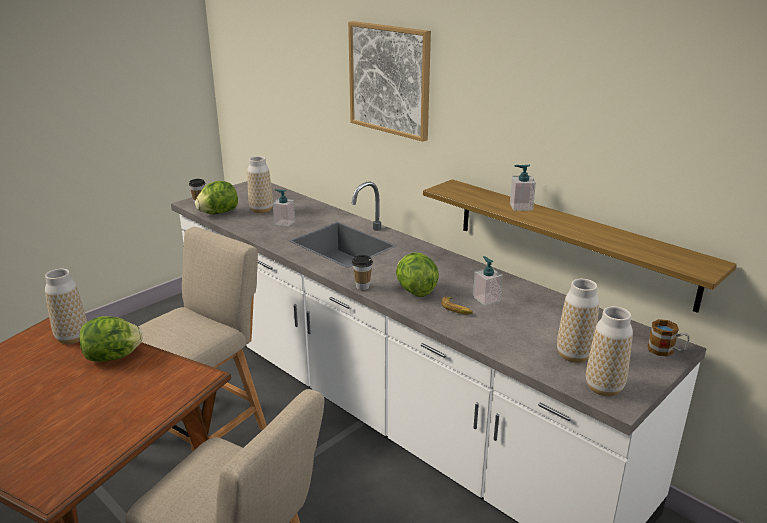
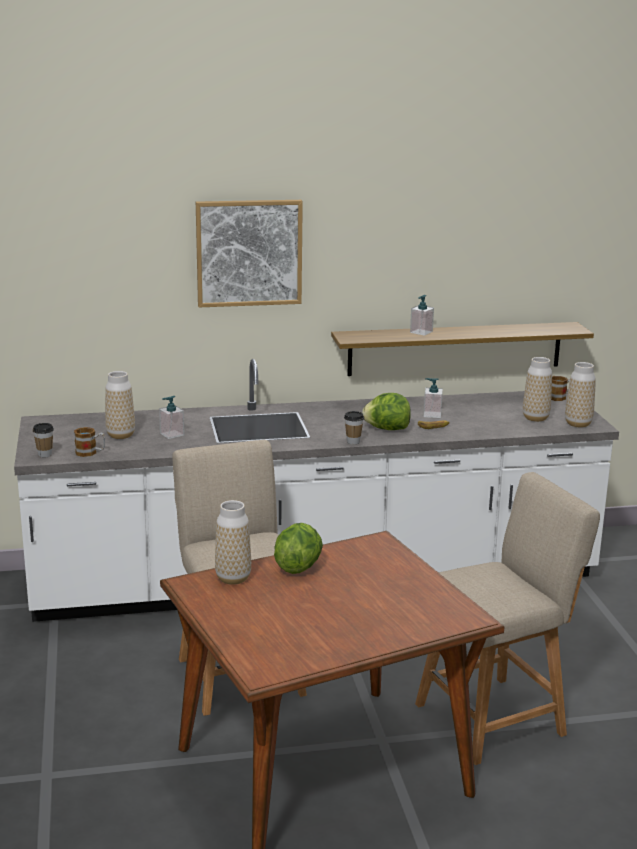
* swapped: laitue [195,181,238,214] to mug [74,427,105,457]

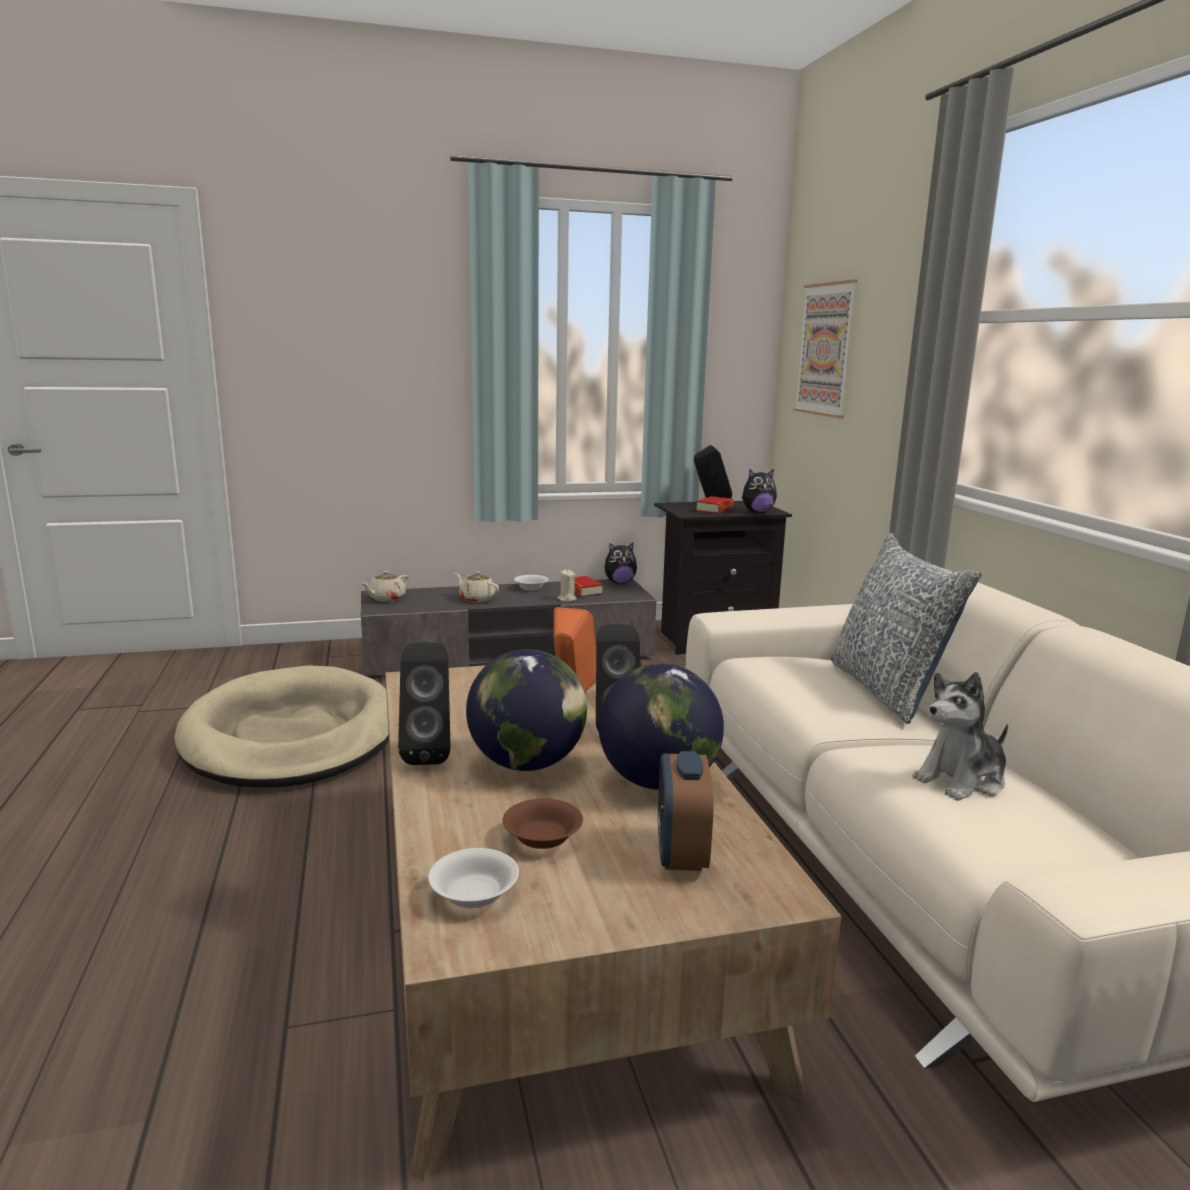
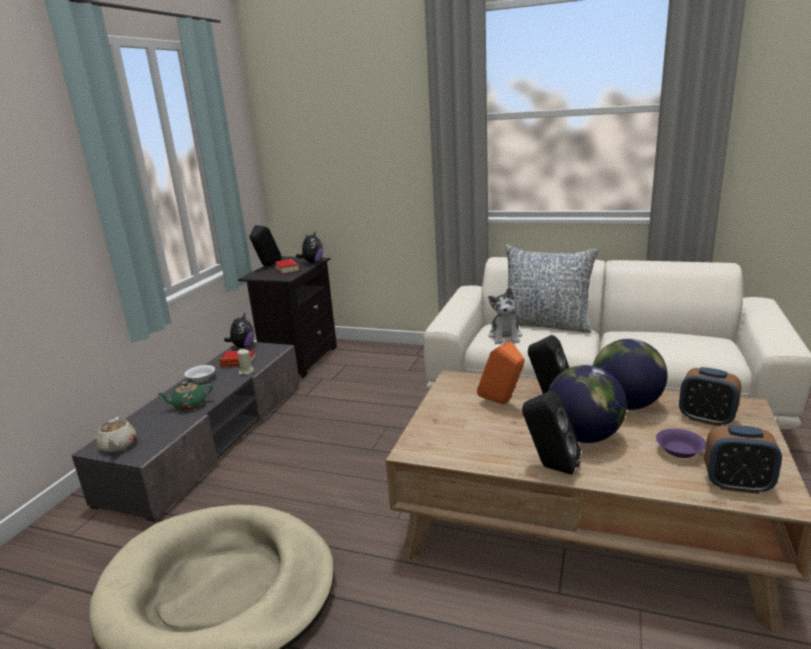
* repainted: théière/beige [454,572,499,602] to théière/vert [157,381,213,410]
* shifted: peluche [912,672,1008,801] to [488,288,522,344]
* repainted: bol/marron [503,798,583,849] to bol/violet [656,429,706,458]
* swapped: bol/blanc [428,848,519,908] to réveil [704,425,782,494]
* gone: tableau [794,279,857,418]

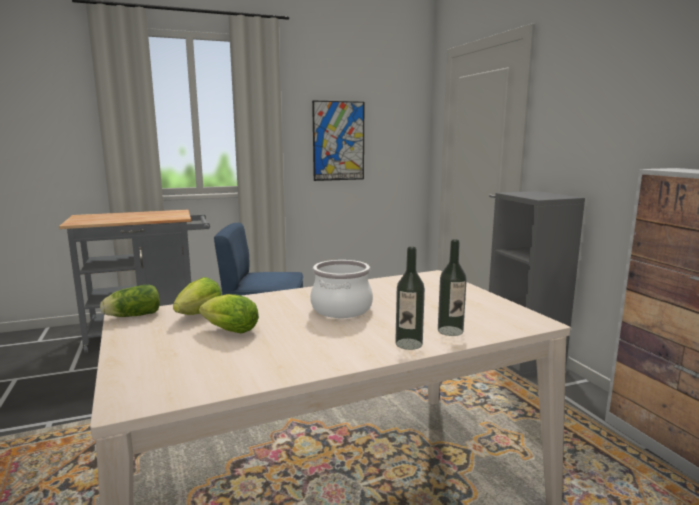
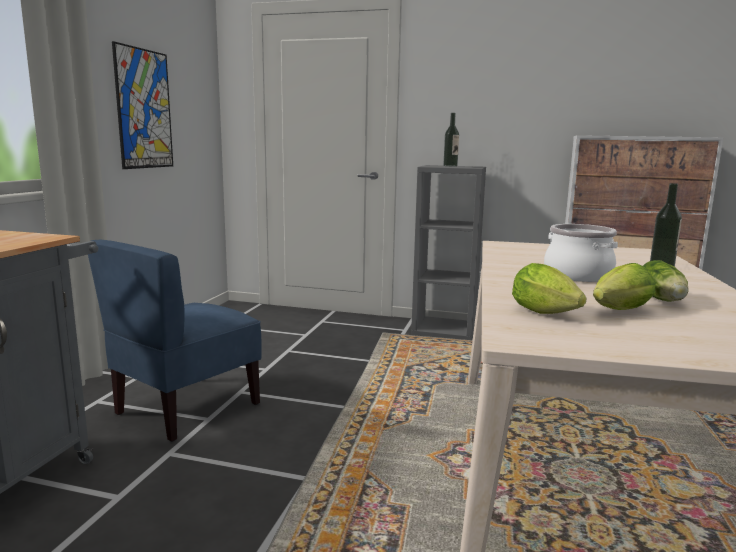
* shifted: bouteille [395,247,425,350] to [443,113,459,166]
* shifted: laitue [100,285,160,317] to [643,260,689,302]

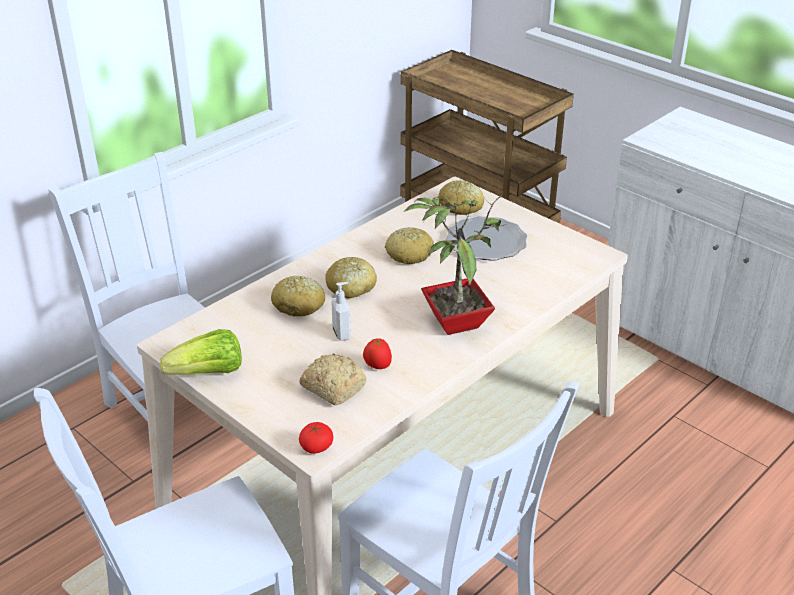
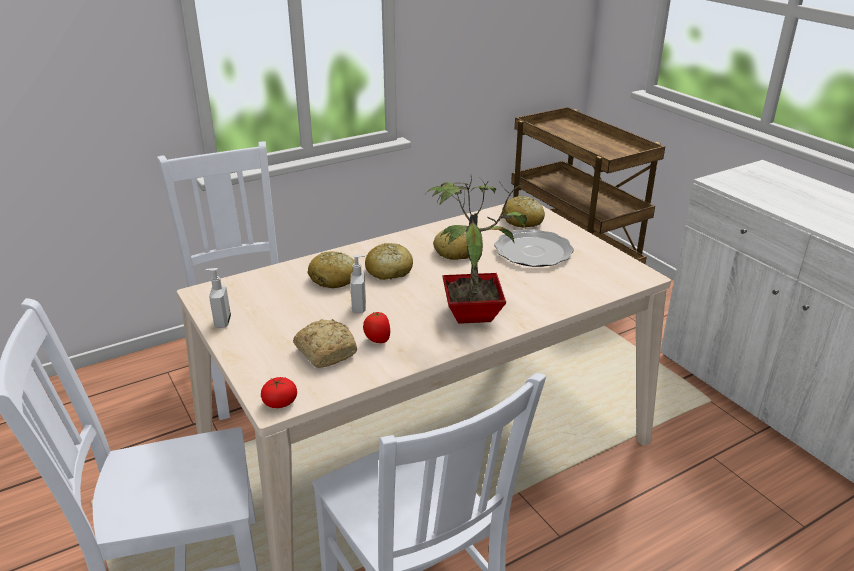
* swapped: laitue [160,329,242,375] to distributeur de savon [205,268,231,328]

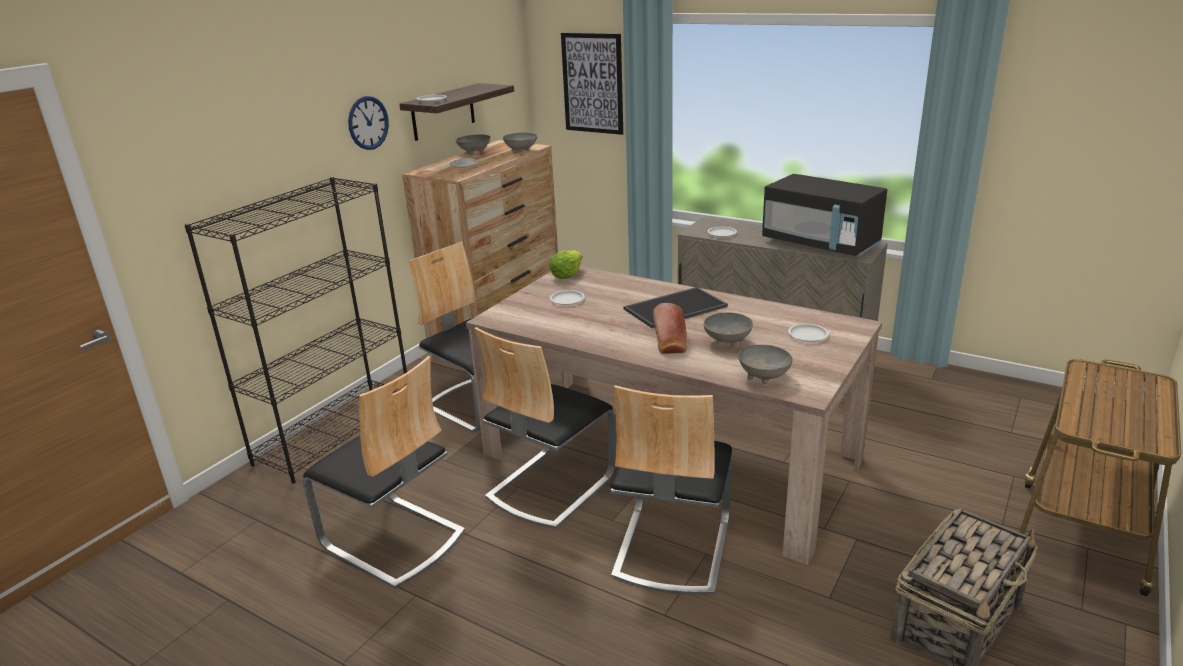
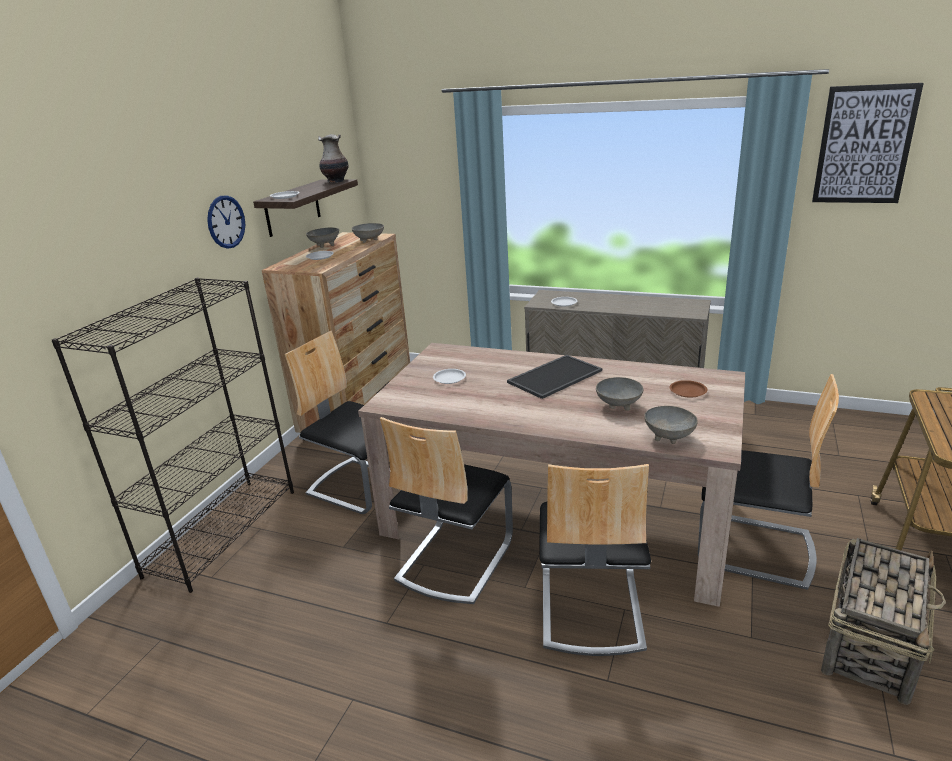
* new: vase [318,134,349,183]
* repainted: assiette/blanc [788,324,829,342] to assiette/marron [670,380,707,398]
* shifted: chaise [303,356,465,588] to [698,374,839,590]
* shifted: tableau [561,33,623,135] to [812,83,924,203]
* gone: laitue [549,250,583,279]
* gone: pain [653,303,687,354]
* gone: micro-ondes/noir [762,174,887,257]

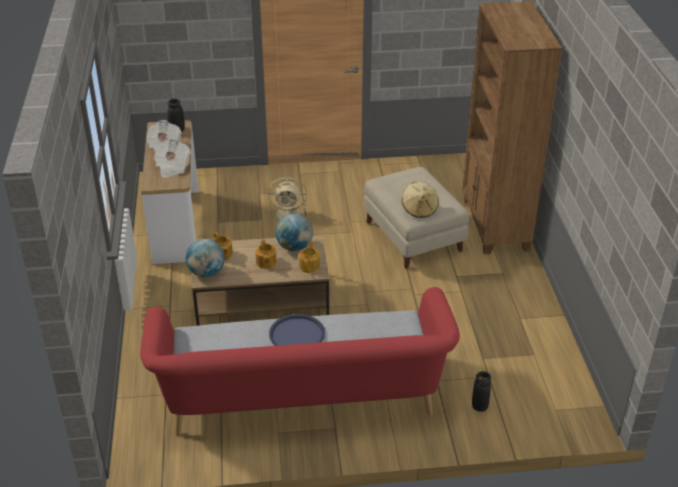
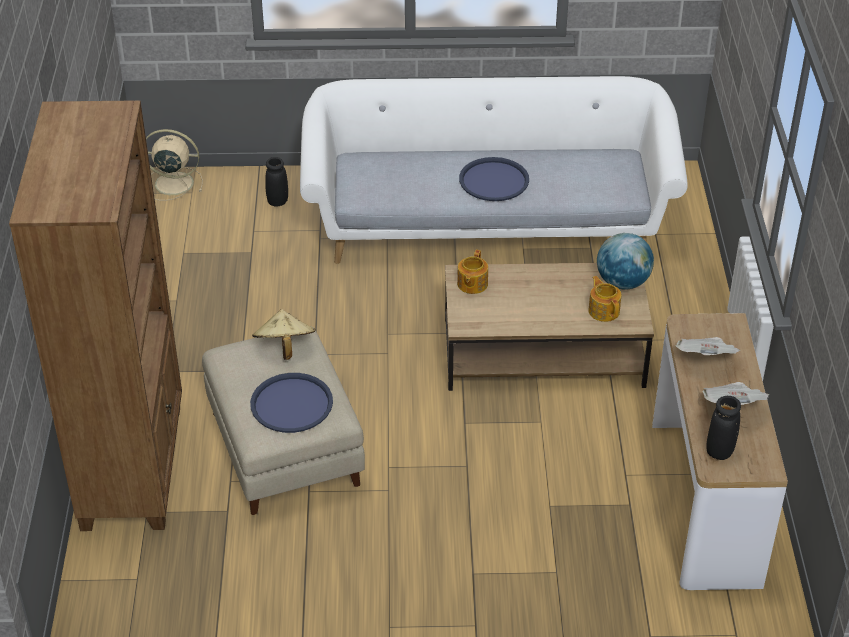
* shifted: ventilateur/beige [268,177,308,224] to [146,129,203,201]
* new: plateau/bleu [250,373,333,433]
* repainted: canapé/rouge [140,287,460,436] to canapé/blanc [300,76,688,264]
* gone: théière [255,239,277,269]
* gone: globe [276,214,313,251]

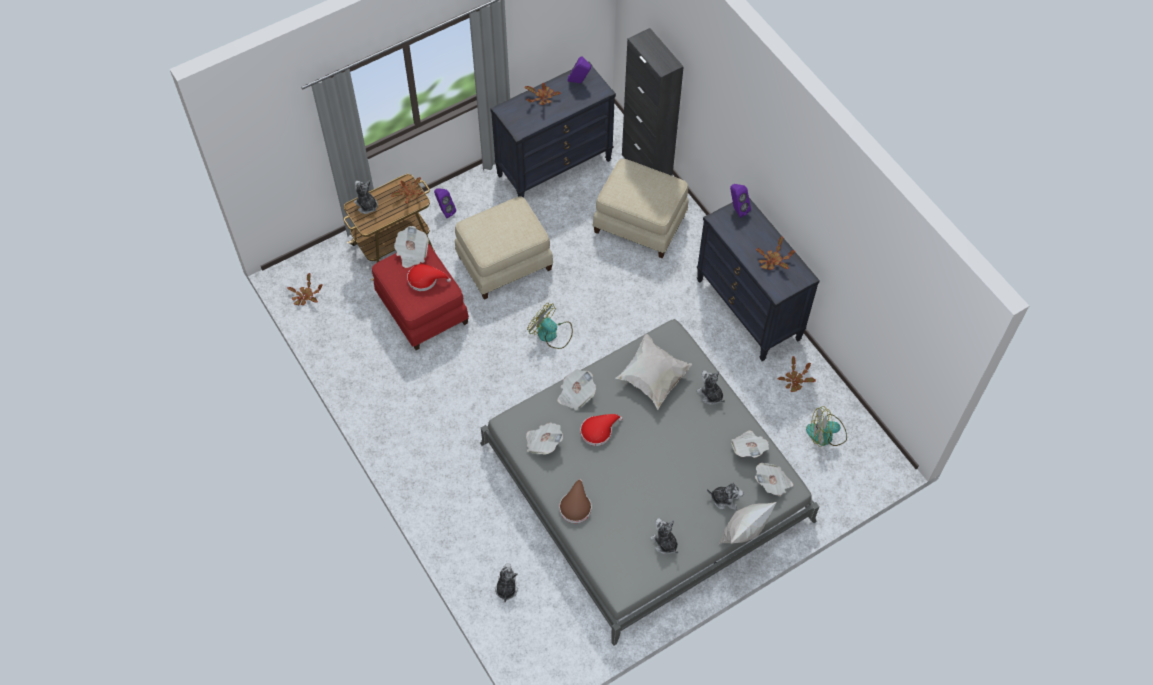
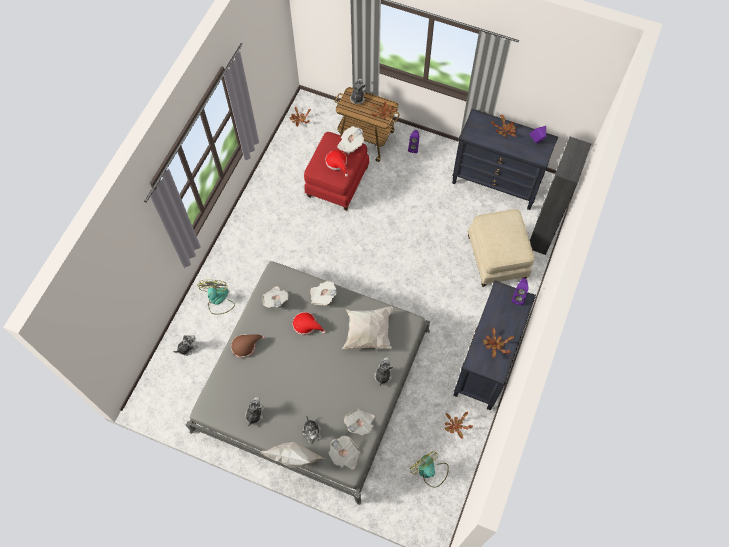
* shifted: ventilateur [527,303,573,349] to [199,280,235,315]
* gone: pouf/beige [455,196,553,300]

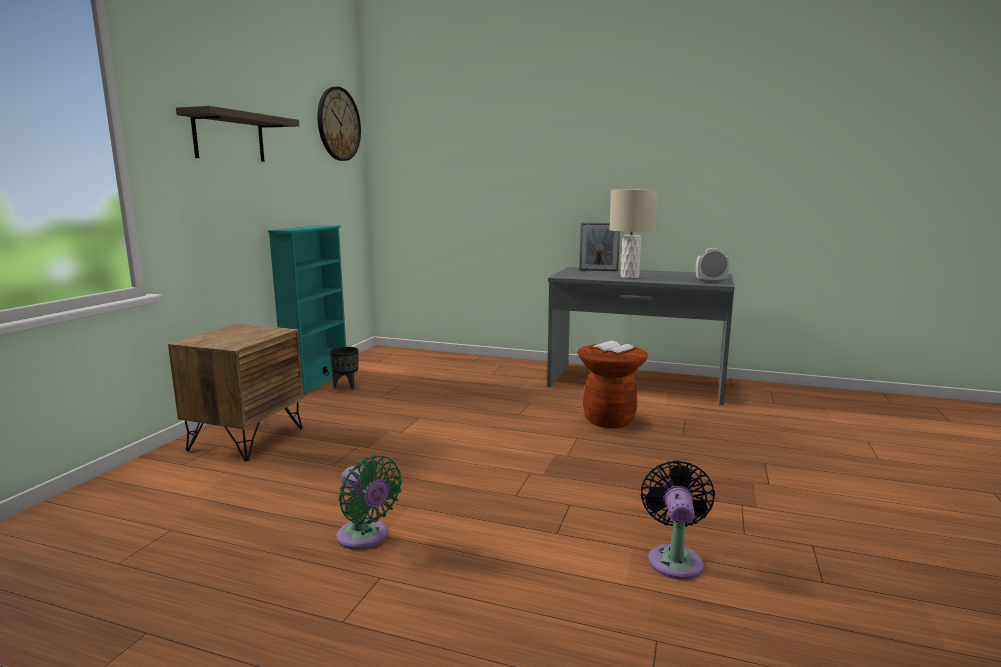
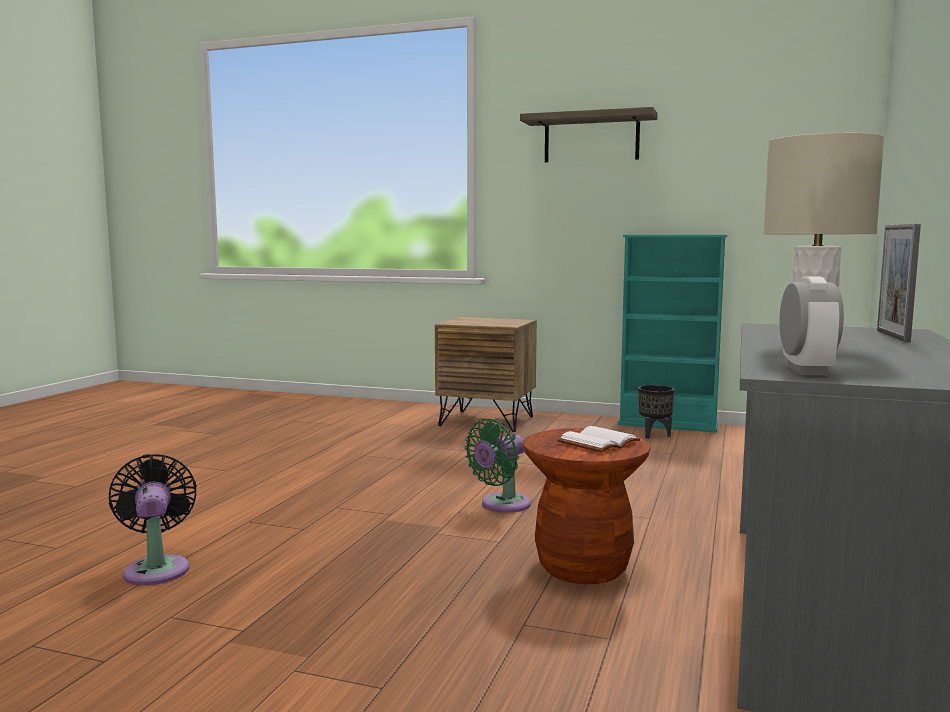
* rotated: ventilateur/noir [641,460,715,580] = [109,454,197,585] 120 degrees counterclockwise
* shifted: ventilateur/vert [337,455,402,550] to [465,419,531,513]
* gone: horloge murale [318,87,361,161]

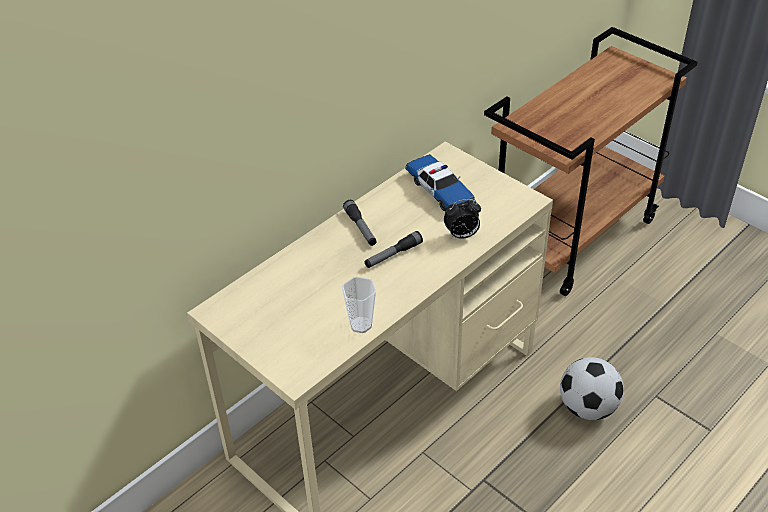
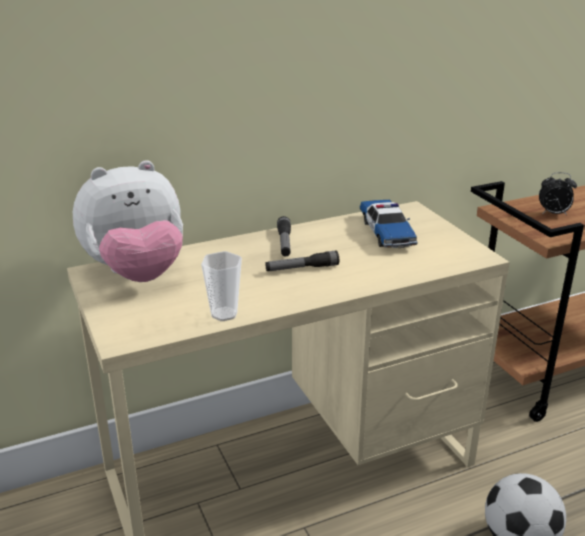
* new: peluche [73,160,183,282]
* shifted: réveil [444,199,481,239] to [539,172,577,215]

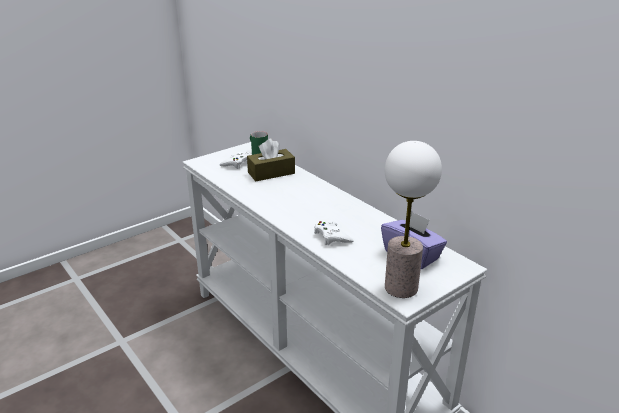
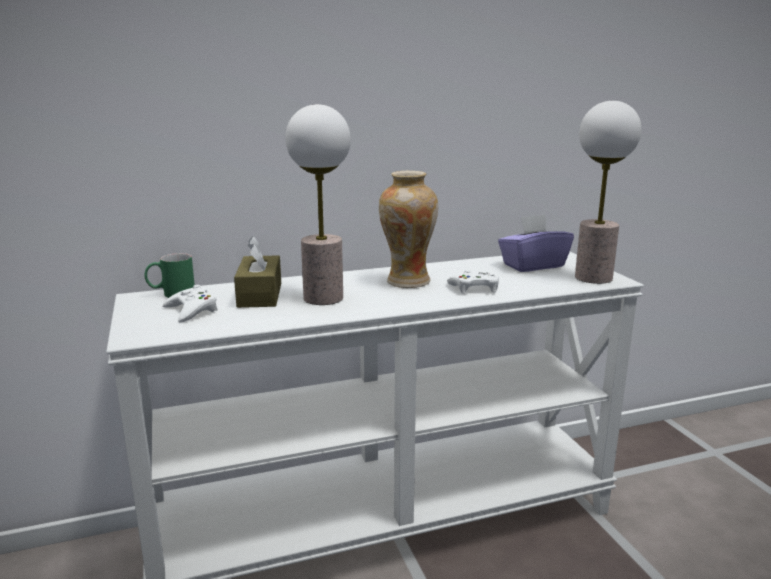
* new: lampe de table [285,104,351,305]
* new: vase [379,171,438,288]

